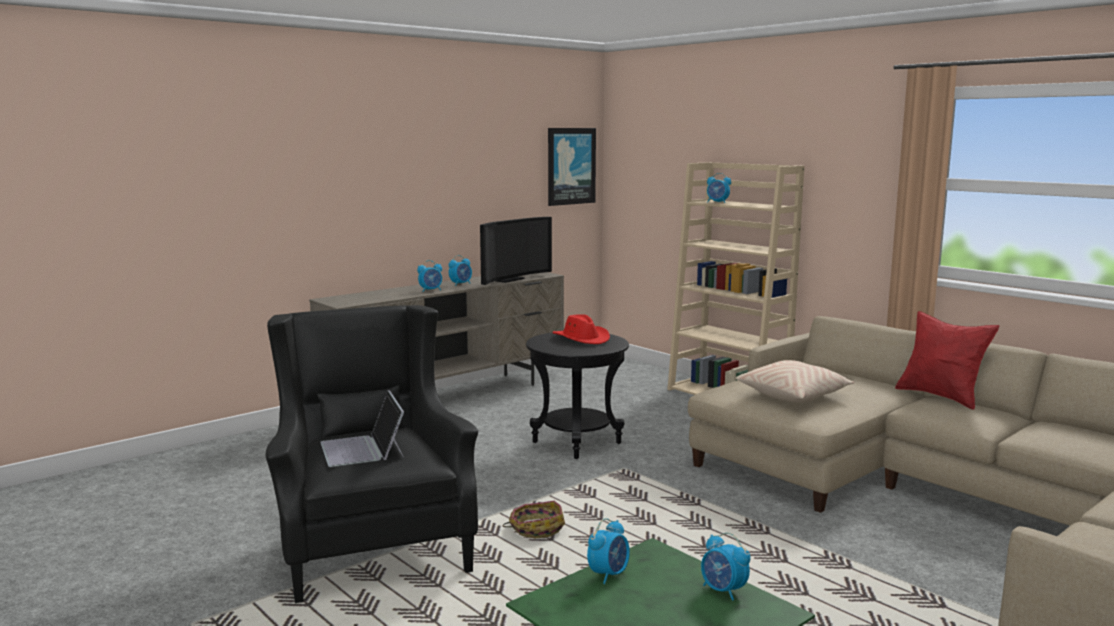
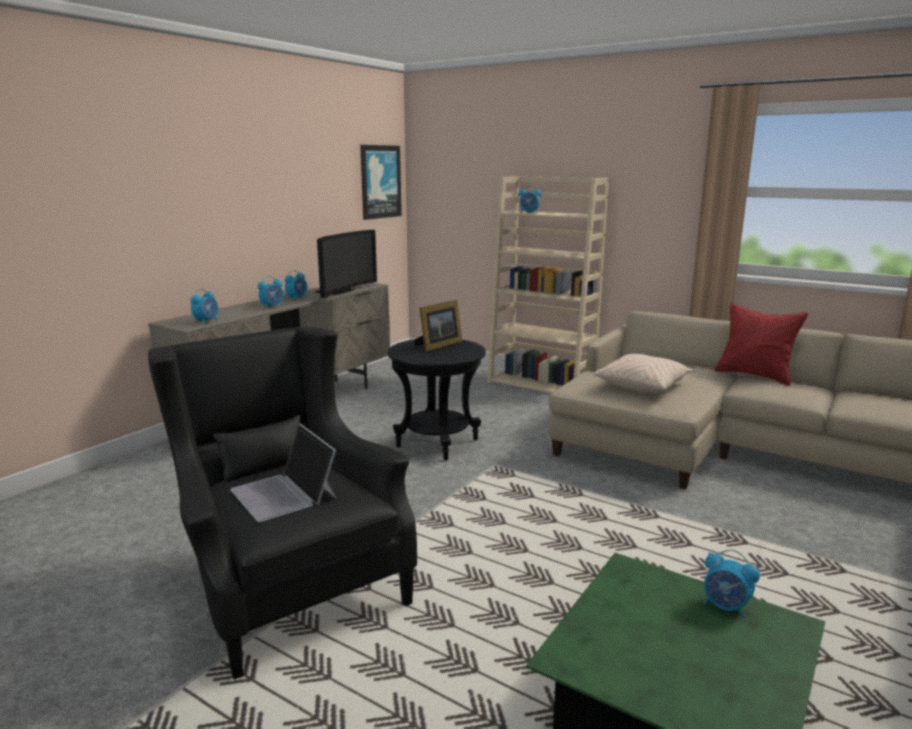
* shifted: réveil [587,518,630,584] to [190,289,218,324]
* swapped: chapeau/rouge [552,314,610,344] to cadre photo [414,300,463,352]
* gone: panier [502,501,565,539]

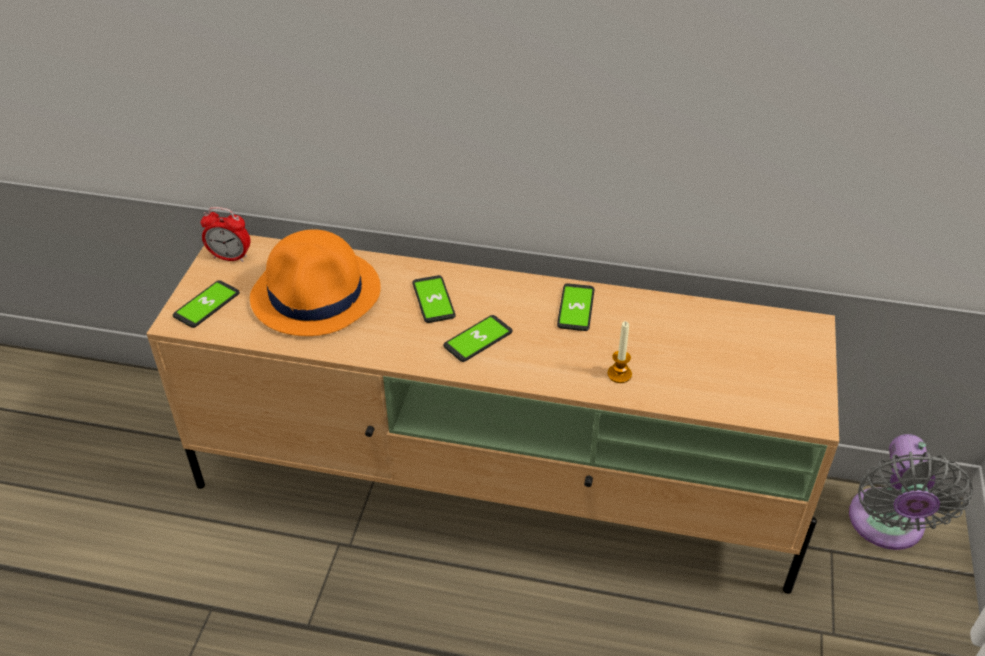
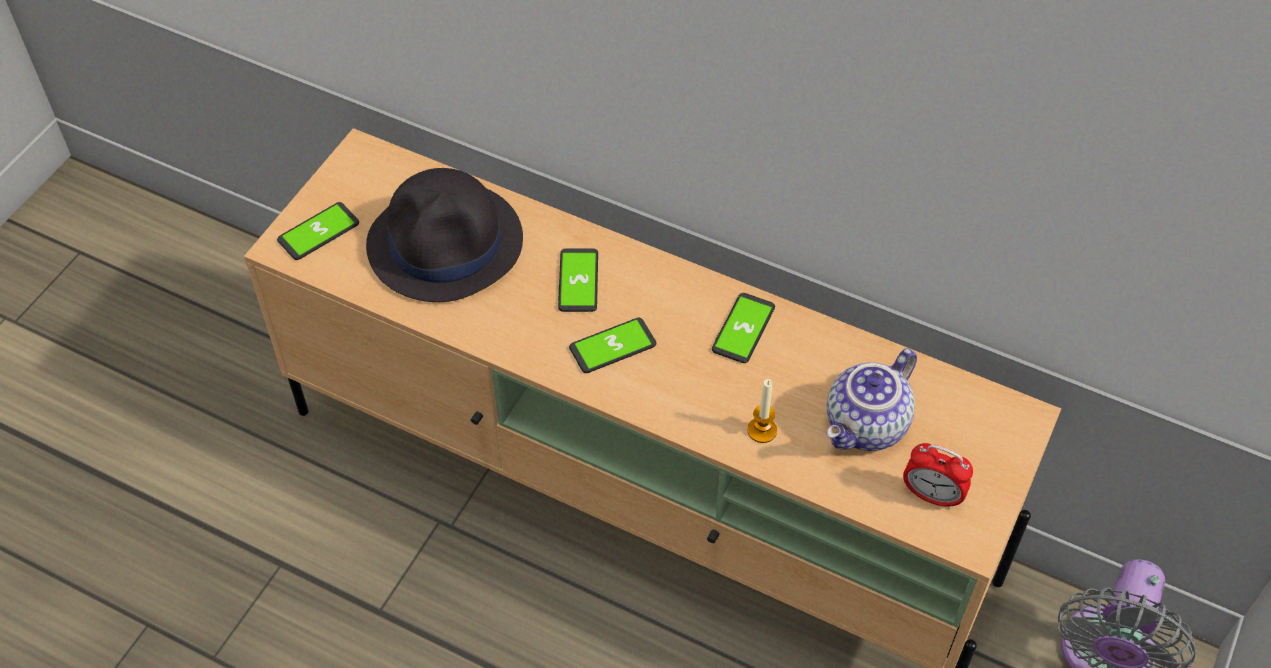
* repainted: chapeau/orange [250,229,381,336] to chapeau/noir [366,168,523,302]
* new: théière [827,348,917,451]
* shifted: réveil [201,207,250,262] to [903,443,973,509]

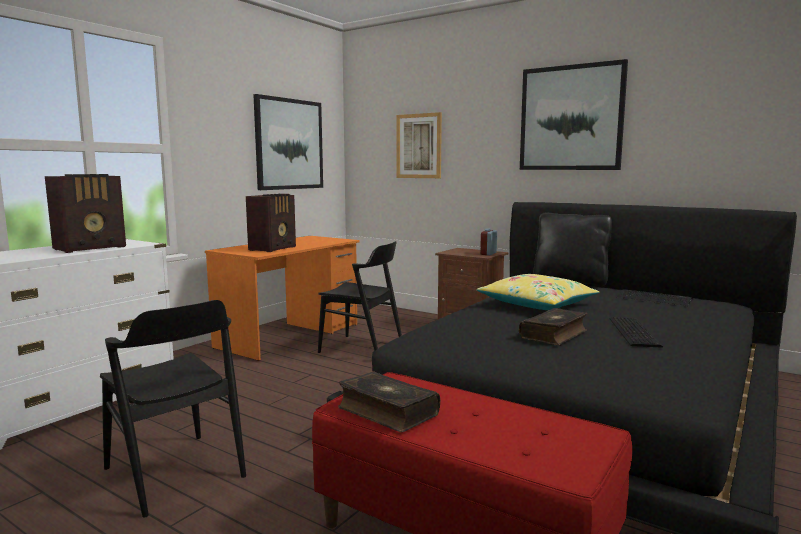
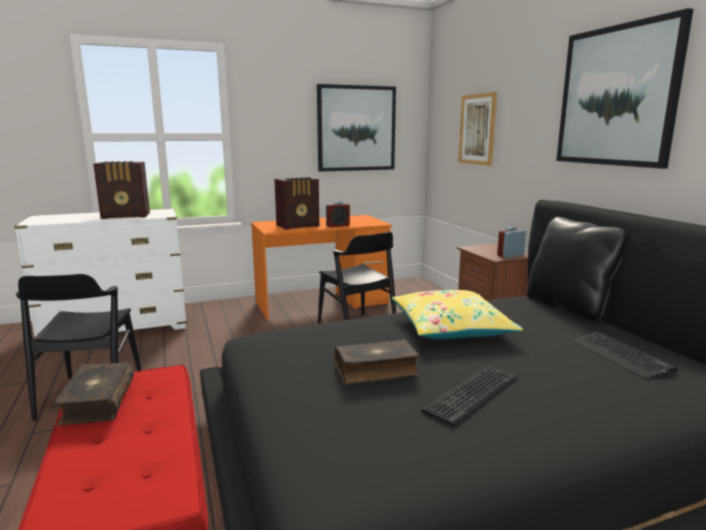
* new: réveil [326,201,350,227]

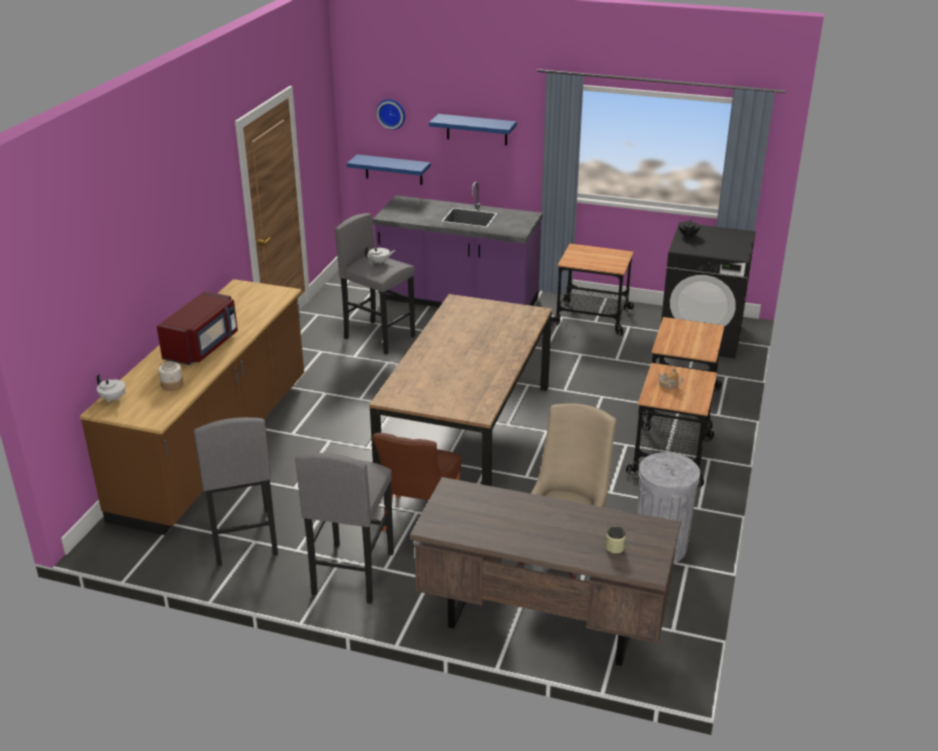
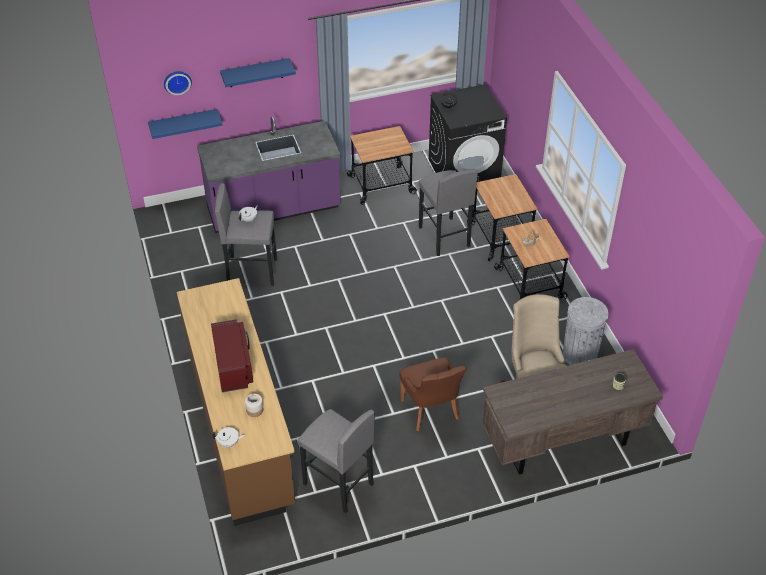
* shifted: tabouret/gris [295,453,394,604] to [419,170,478,256]
* gone: table à manger/marron [369,294,552,486]

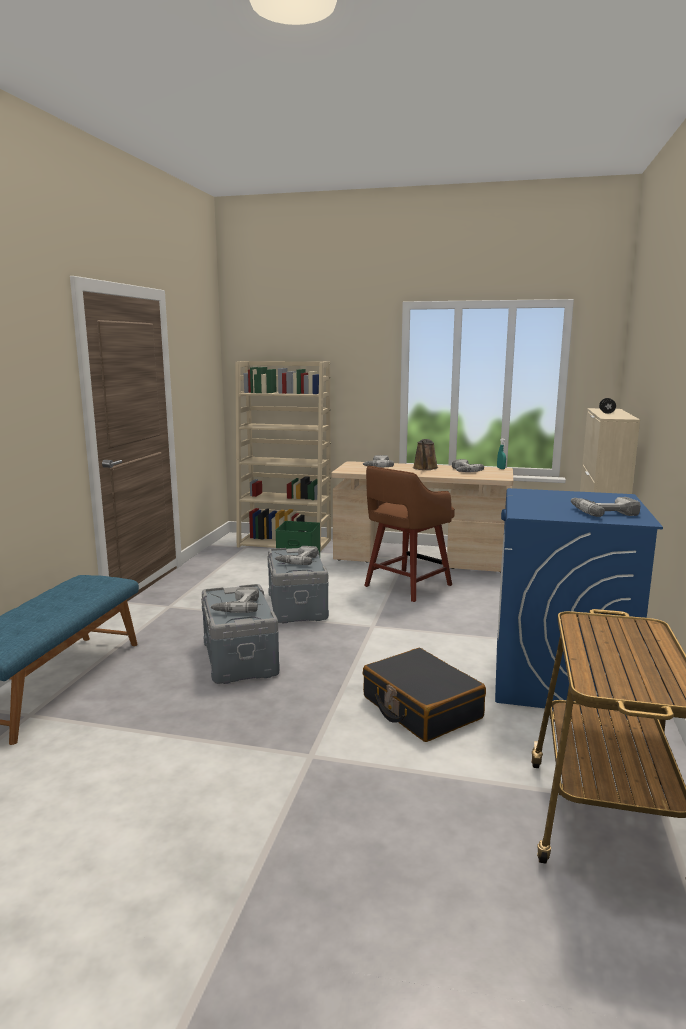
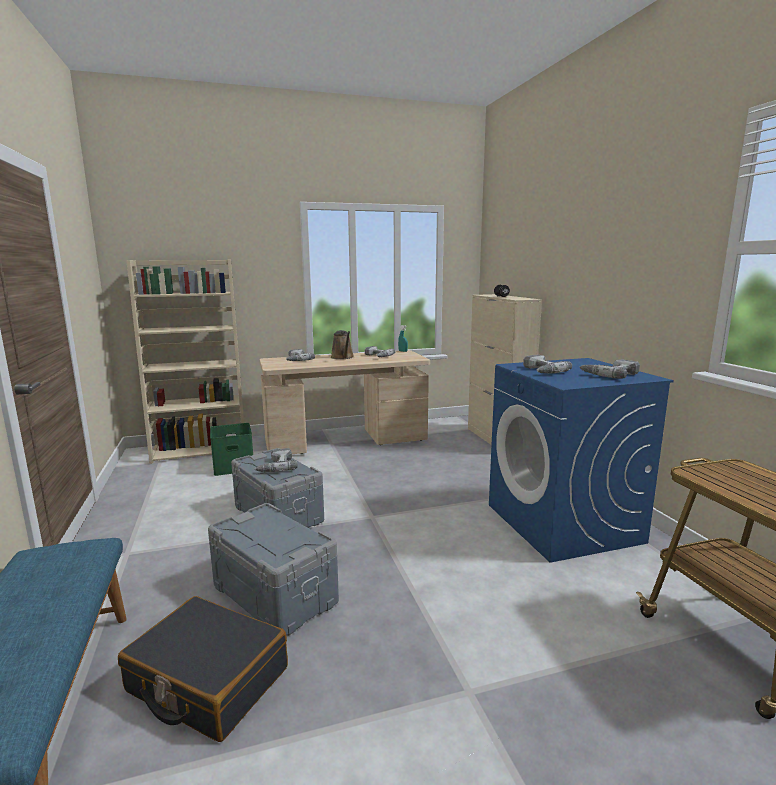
* shifted: valise/noir [363,648,486,742] to [118,596,288,742]
* shifted: perceuse [211,587,259,613] to [523,355,572,373]
* gone: tabouret/marron [364,466,455,602]

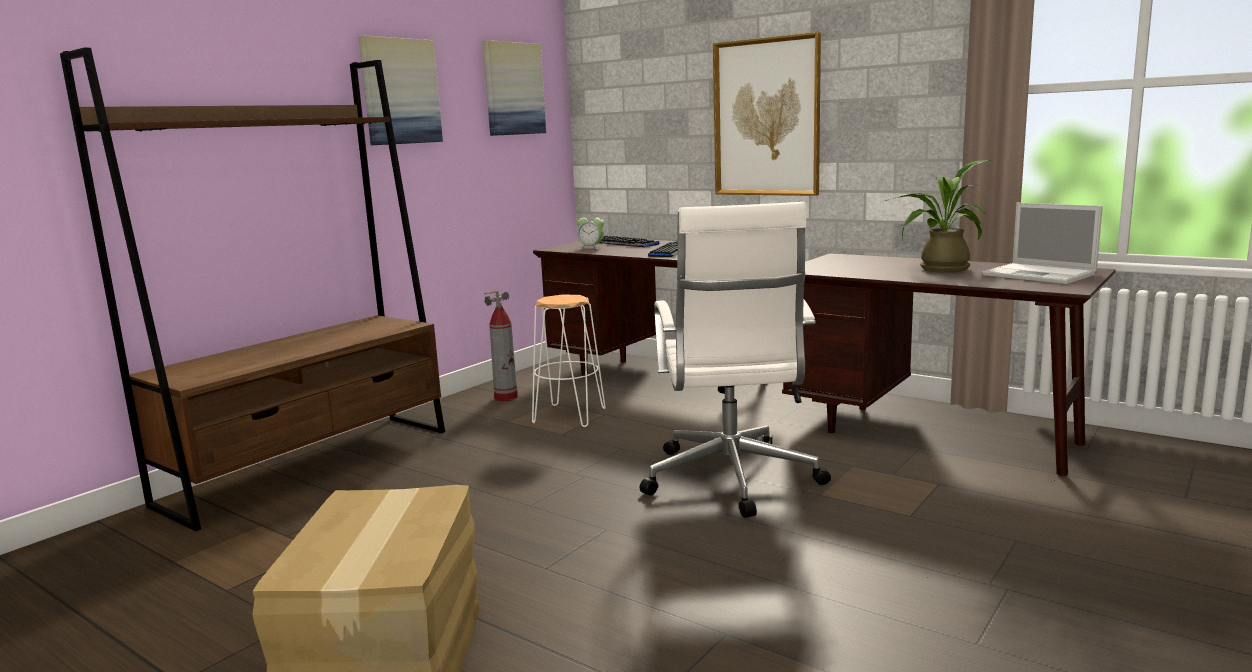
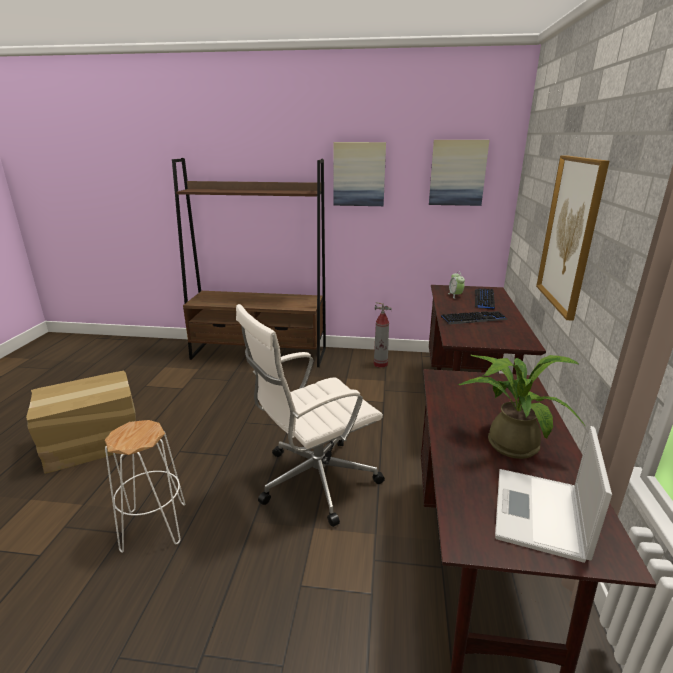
* shifted: tabouret/blanc [532,294,606,427] to [105,420,186,553]

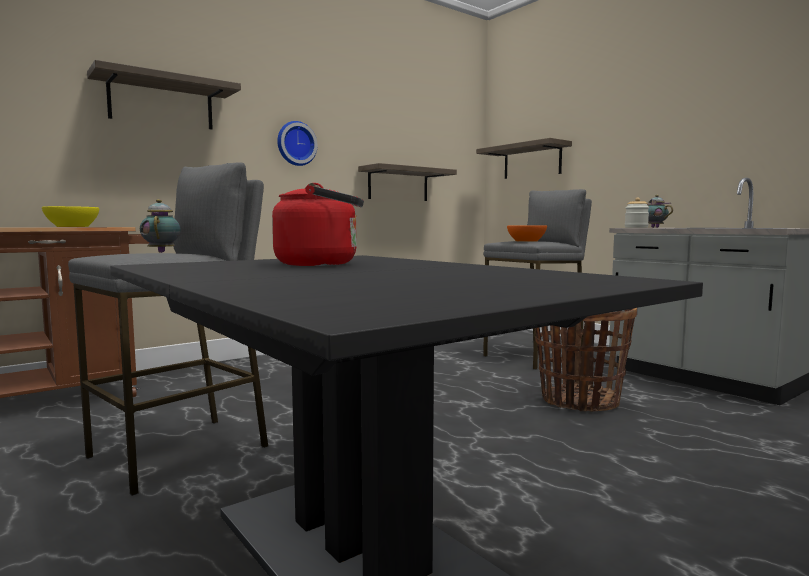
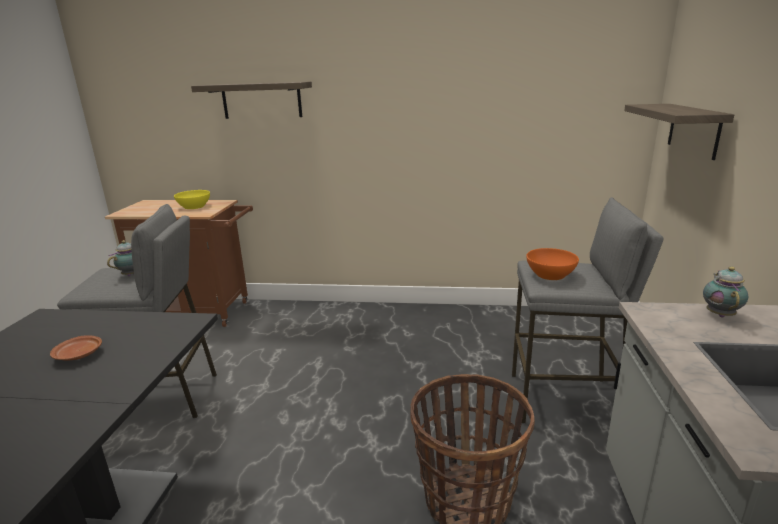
* swapped: bouilloire/rouge [272,183,364,266] to assiette/marron [50,335,102,361]
* gone: horloge murale [277,121,317,166]
* gone: étagère [358,163,457,201]
* gone: bocal [625,197,649,228]

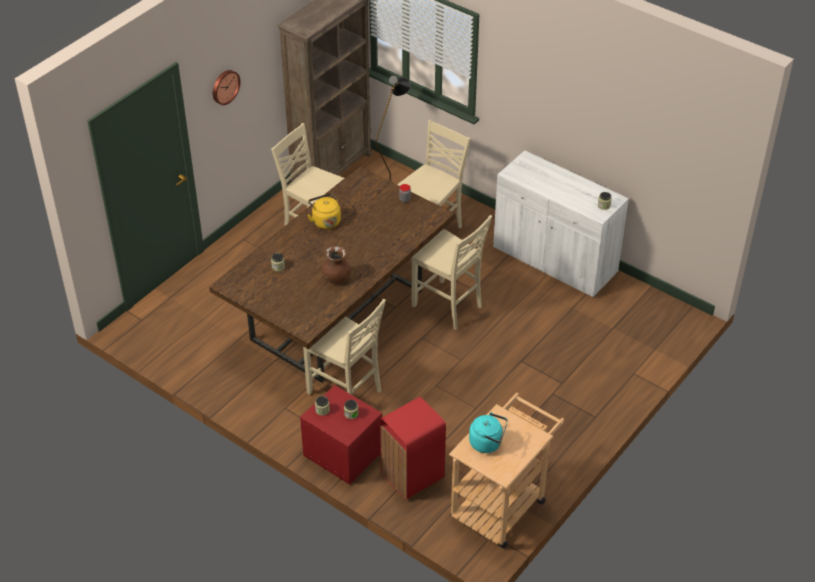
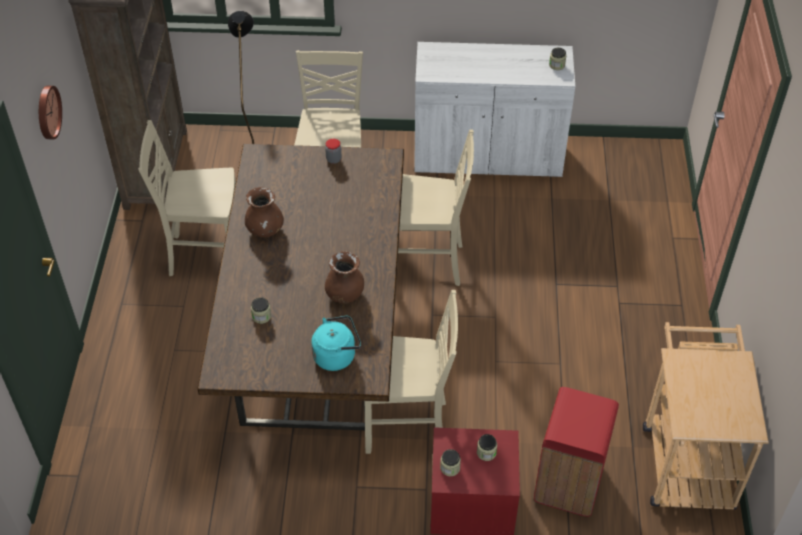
* swapped: bouilloire/jaune [308,193,341,229] to vase/marron [245,187,284,237]
* shifted: bouilloire/turquoise [469,412,508,453] to [311,316,361,371]

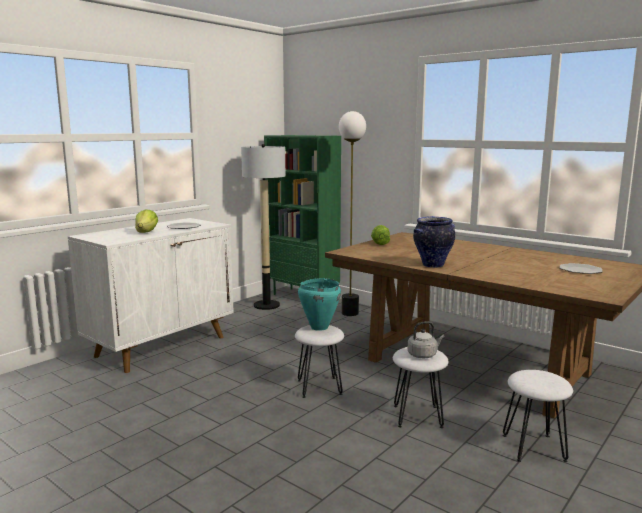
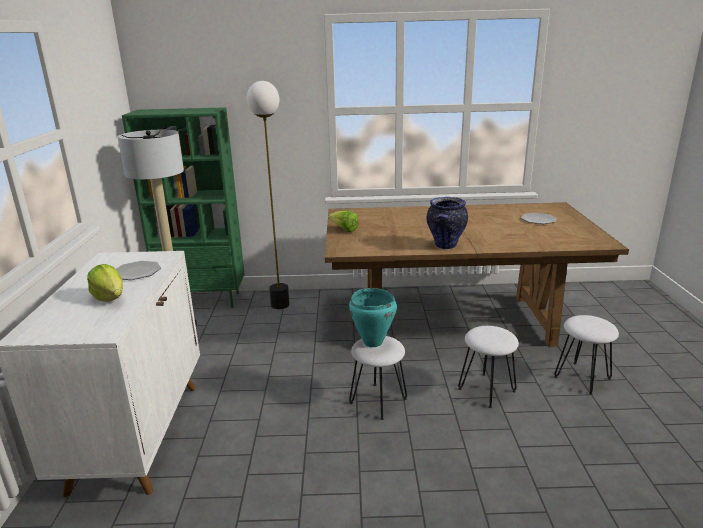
* gone: bouilloire/gris [408,321,445,358]

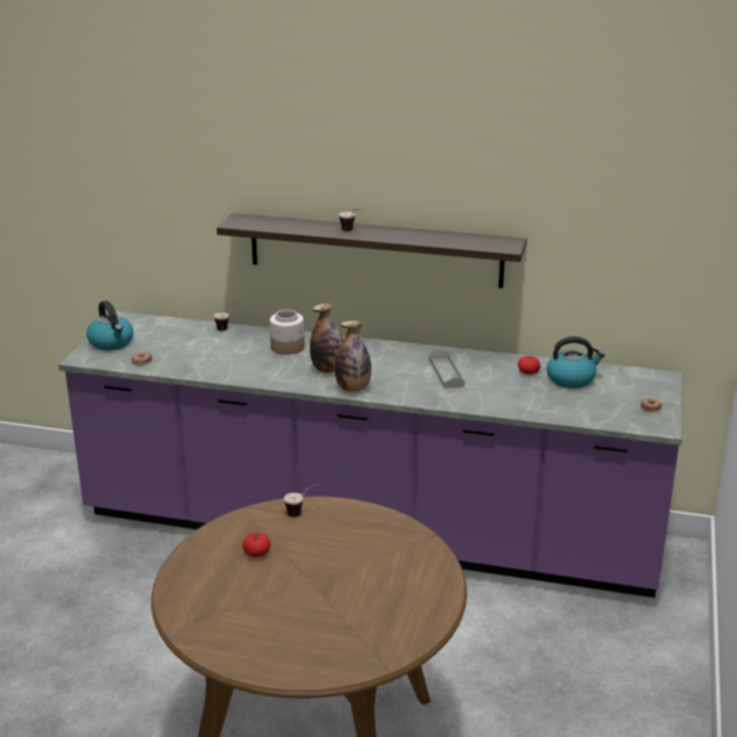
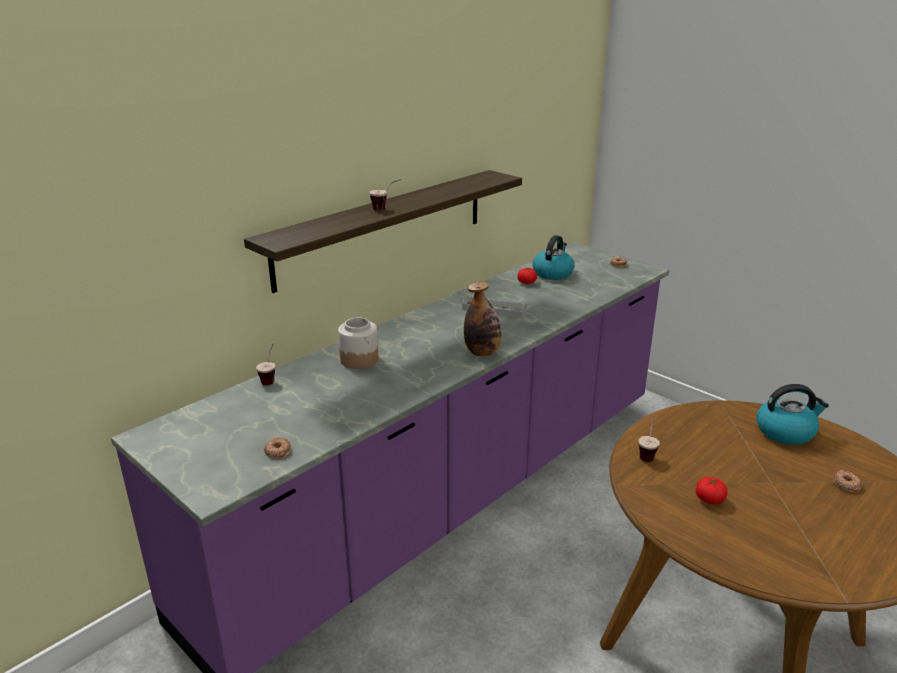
* shifted: bouilloire [87,301,134,350] to [757,384,829,445]
* new: beignet [832,470,862,493]
* gone: bouteille [310,303,343,373]

